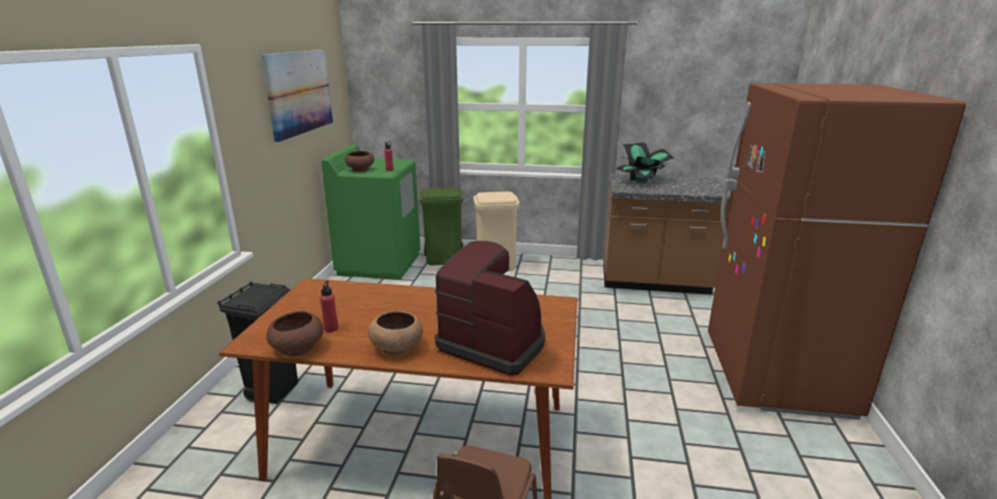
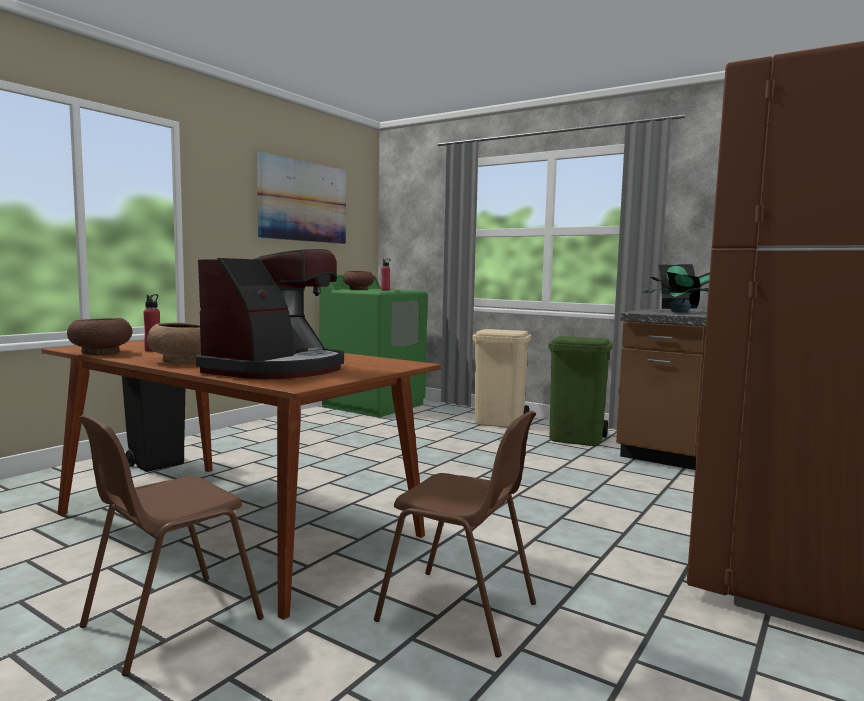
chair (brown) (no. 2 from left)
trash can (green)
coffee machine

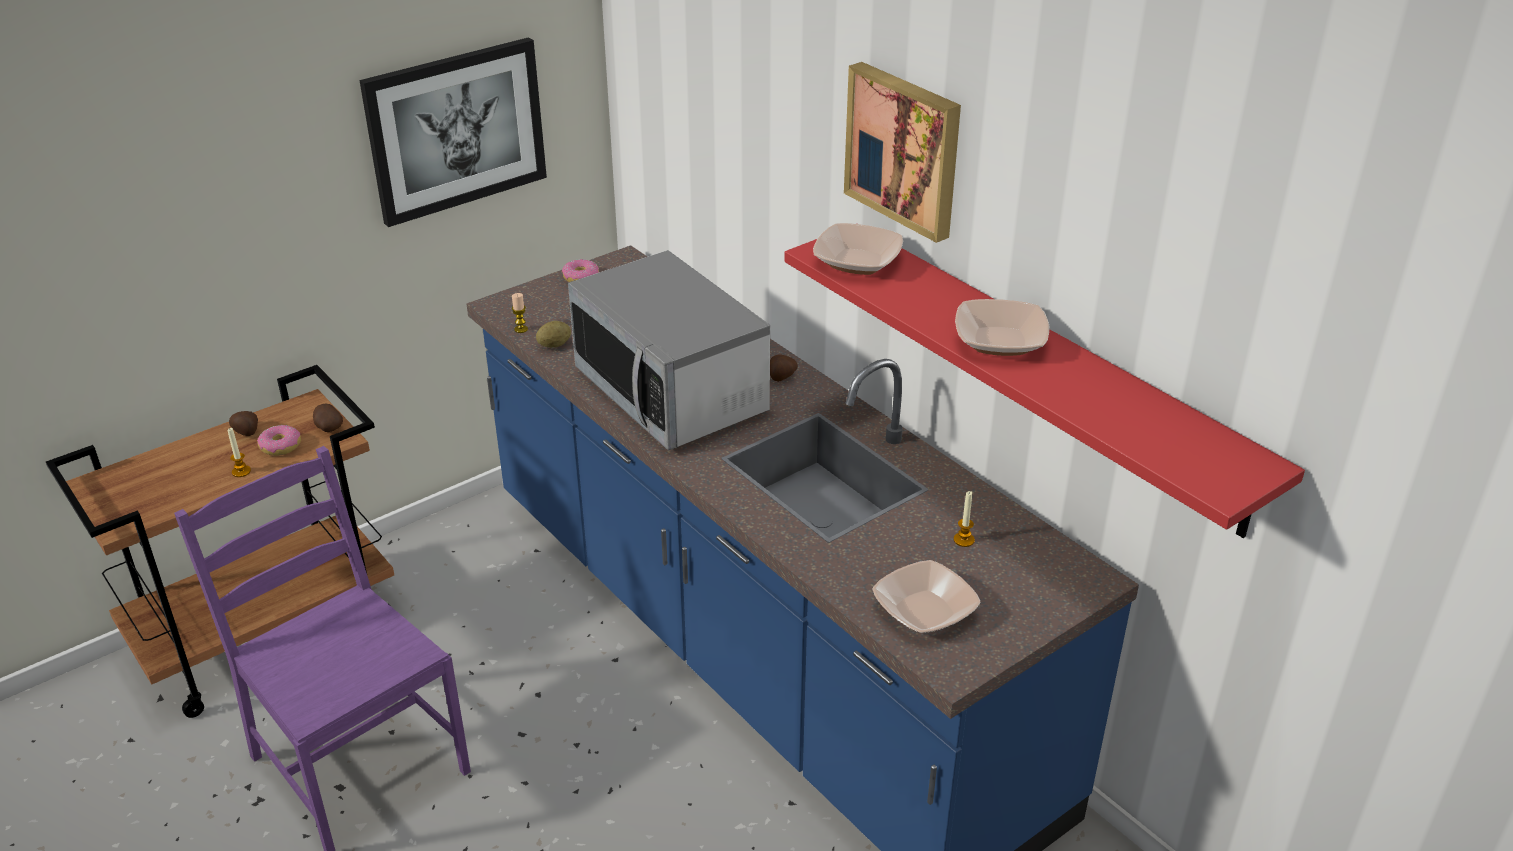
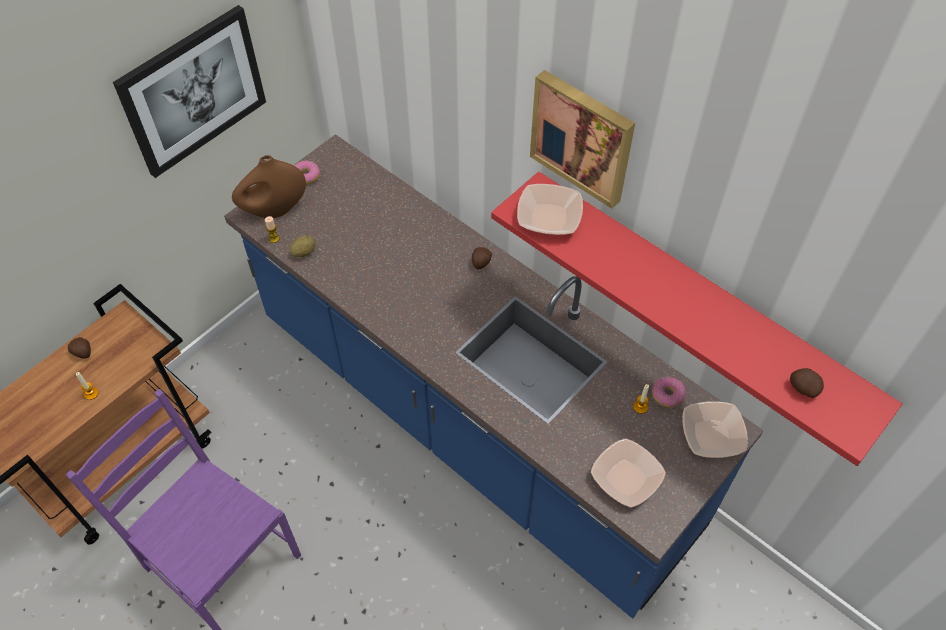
microwave
vase (brown)
donut (no. 2 from left)
potato (no. 4 from left)
bowl (no. 3 from left)

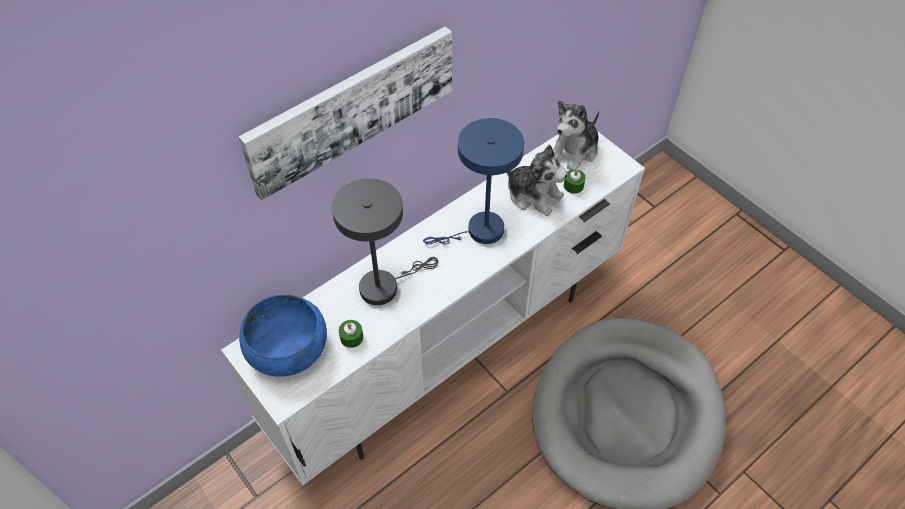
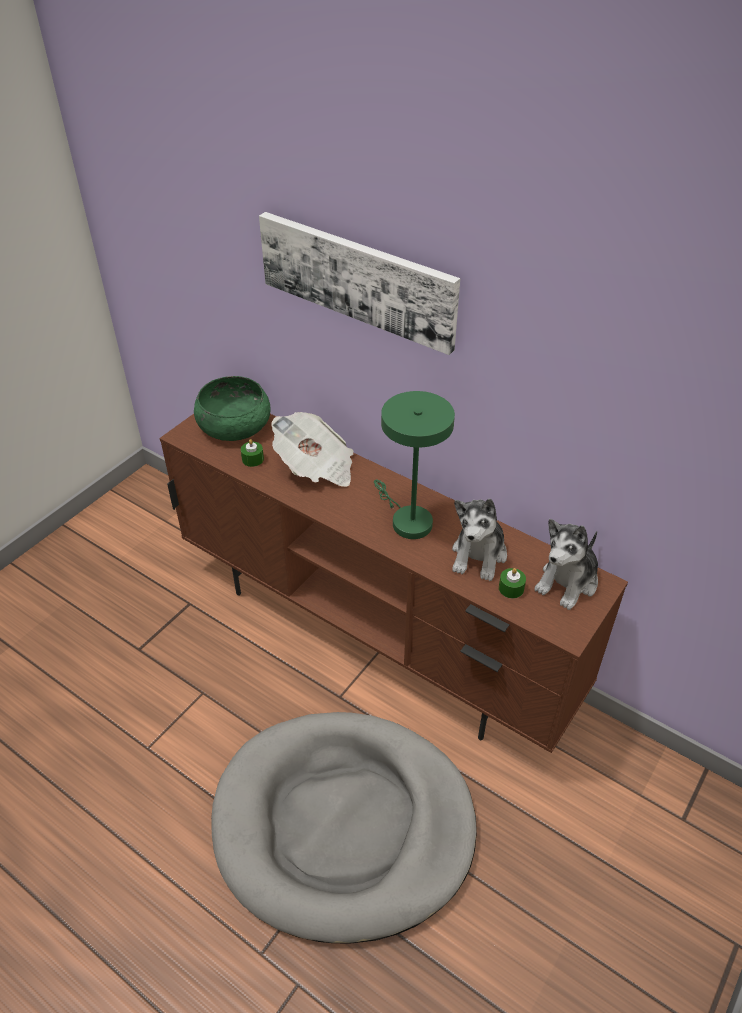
newspaper
tv stand (brown)
bowl (green)
table lamp (green)
plush toy (no. 2 from left)

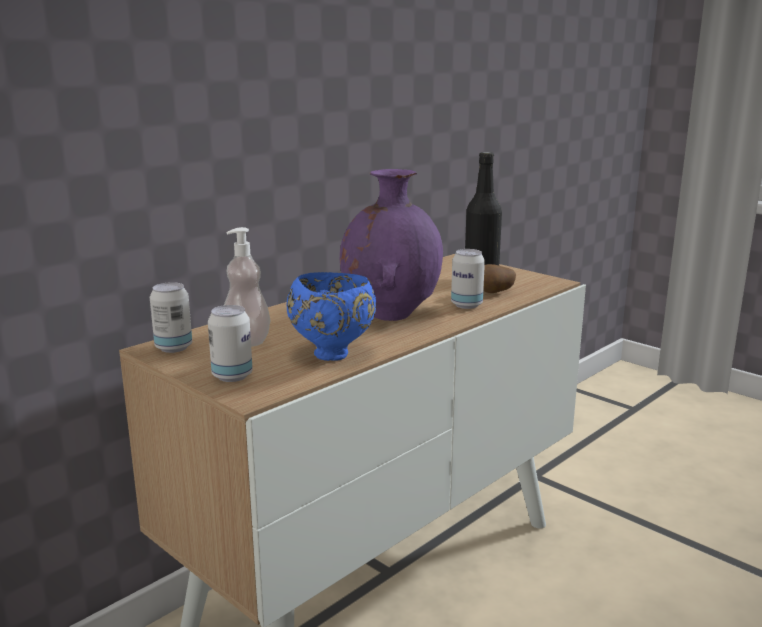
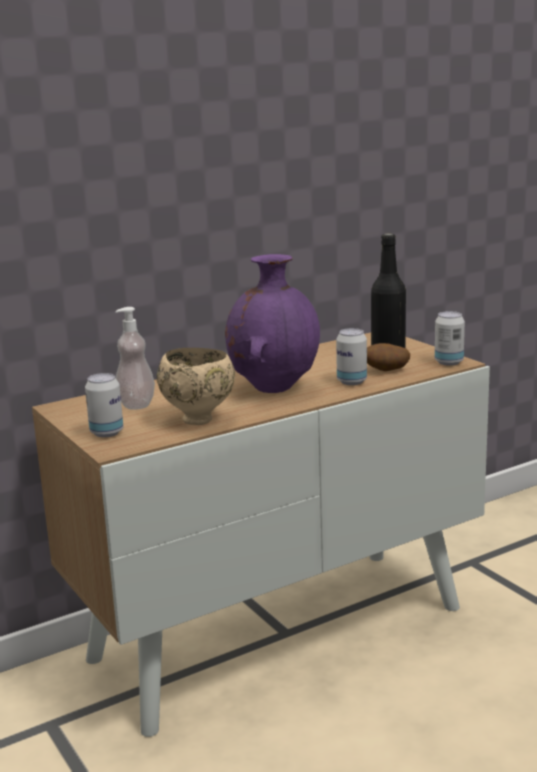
can (no. 3 from left)
bowl (beige)

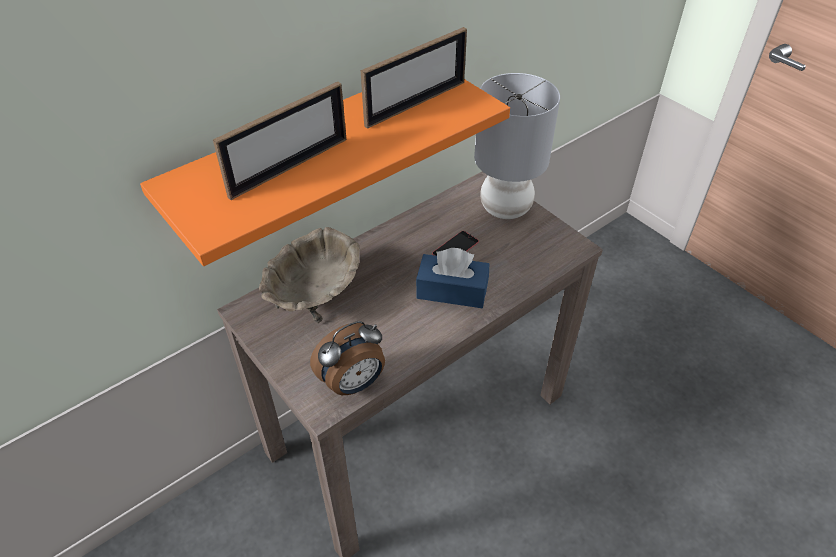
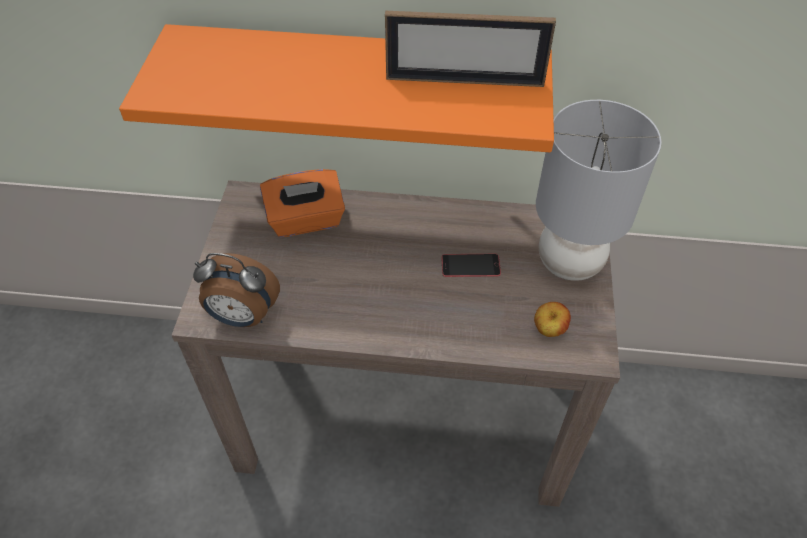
picture frame (no. 1 from left in the first image)
tissue box (blue)
apple
tissue box (orange)

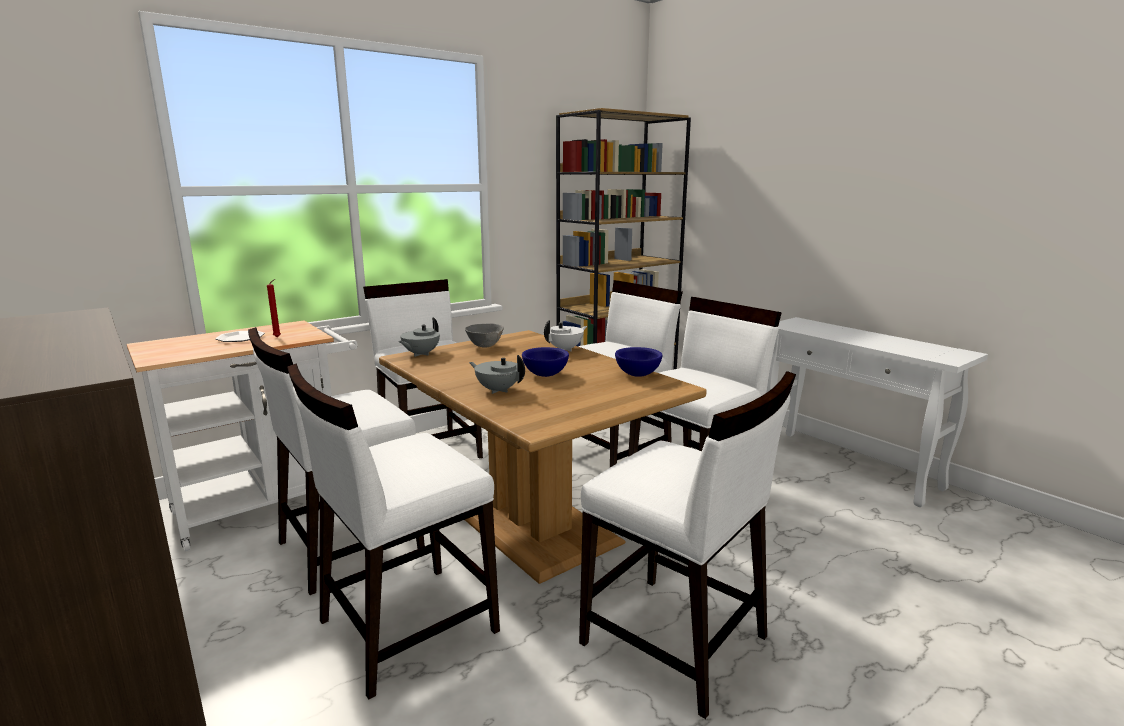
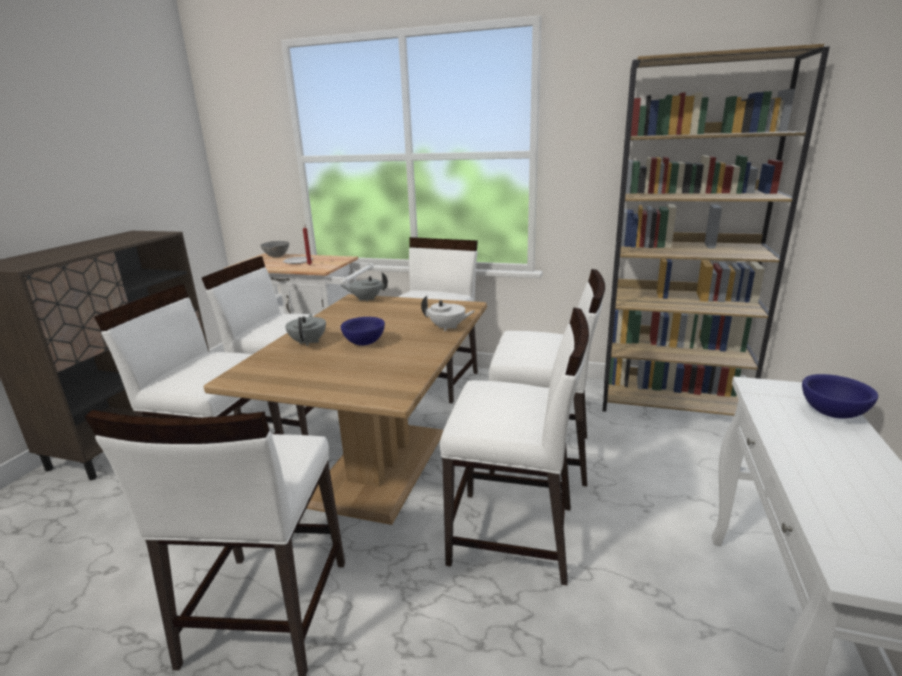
bowl (grey)
bowl (blue) (no. 2 from left)

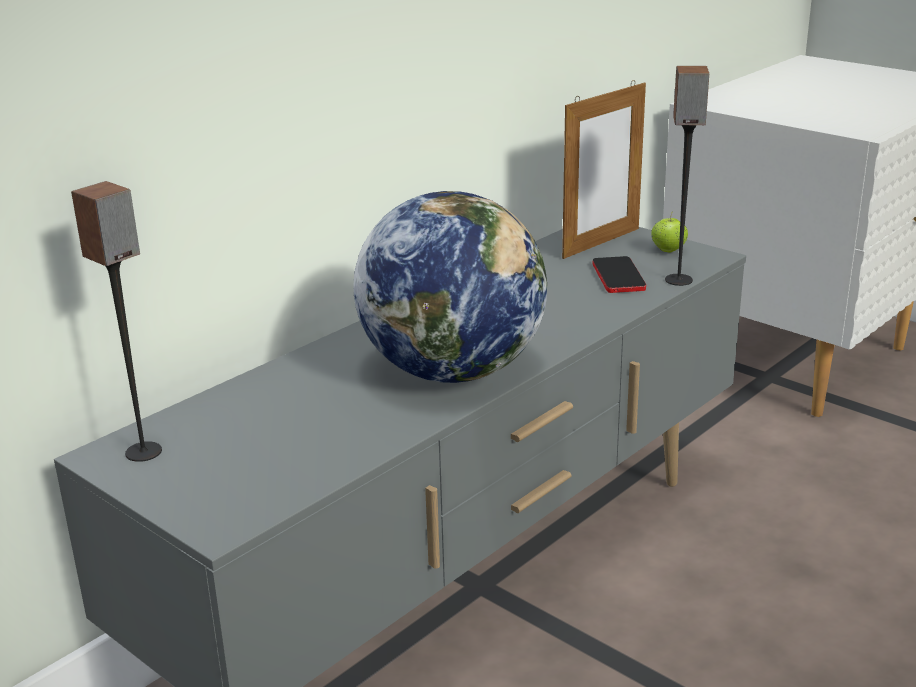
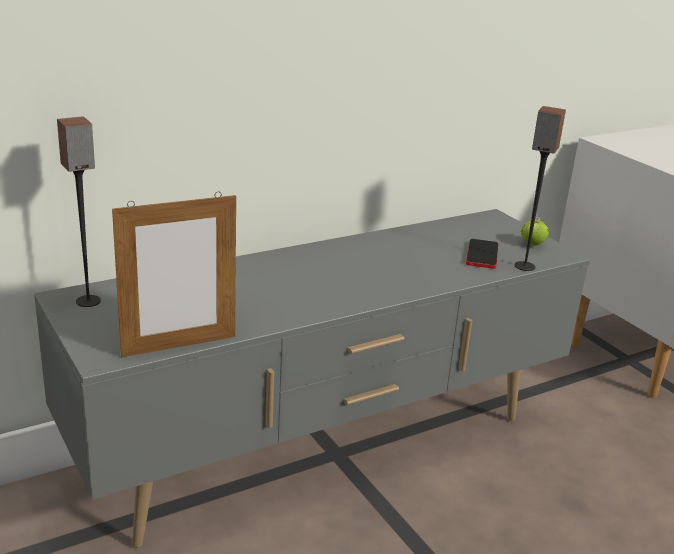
globe
picture frame

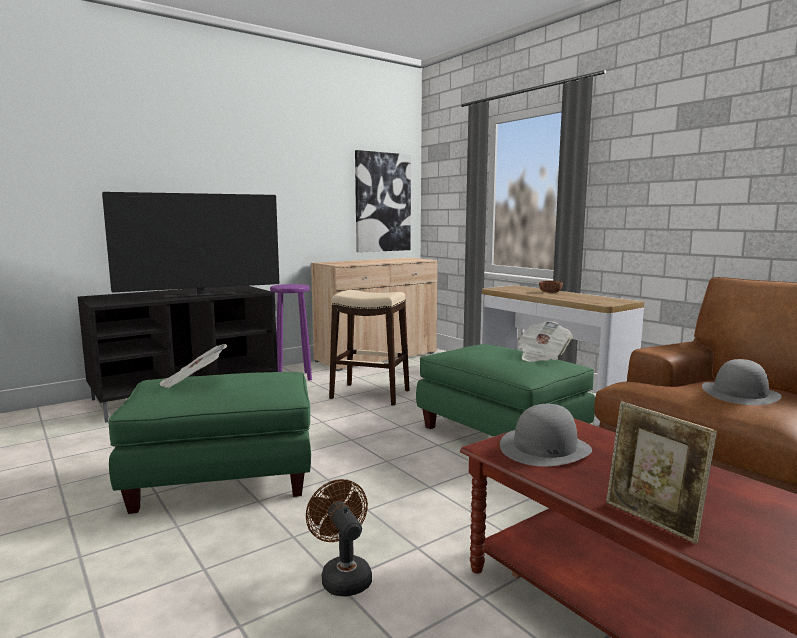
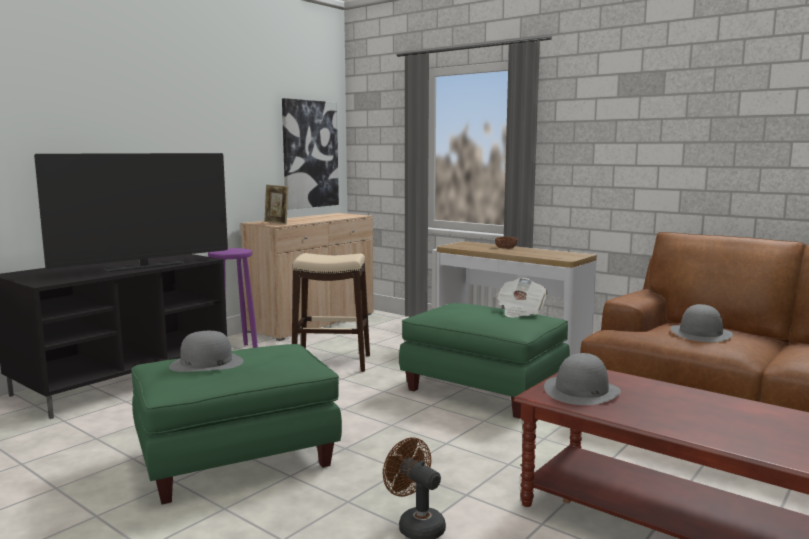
picture frame
hat (grey) (no. 1 from left)

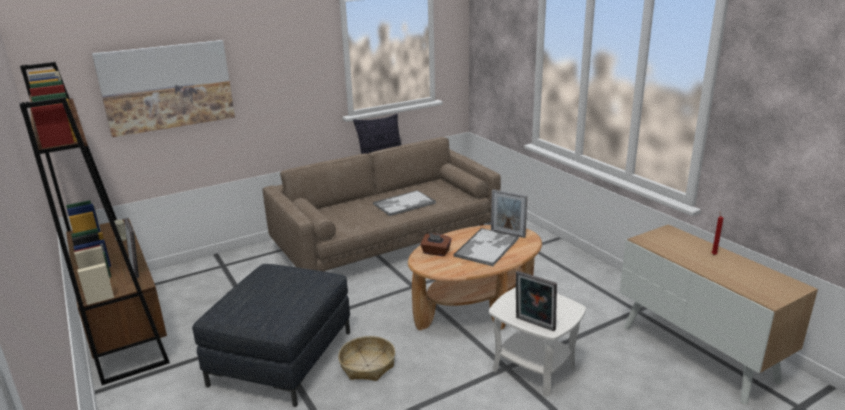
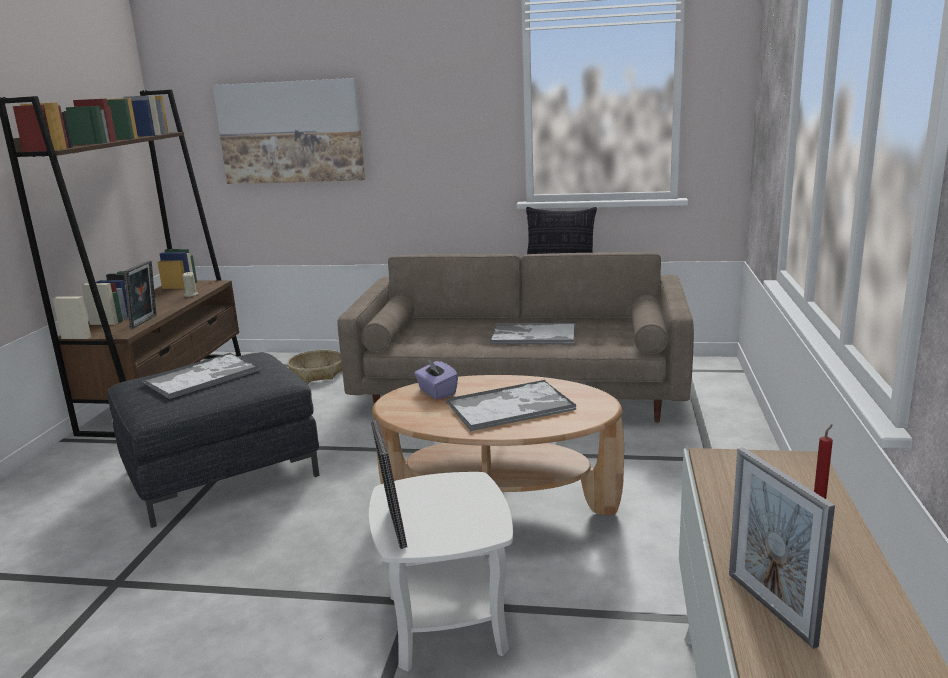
tray (no. 1 from left)
basket
picture frame (no. 3 from left)
tissue box (purple)

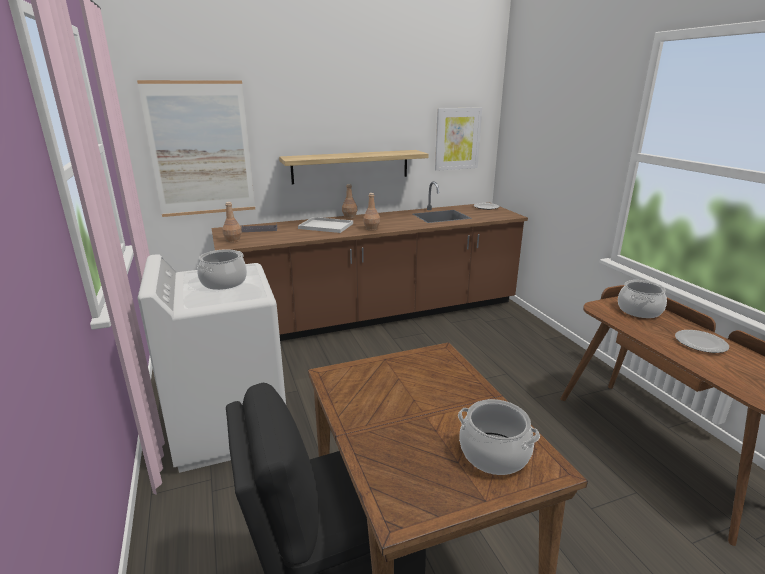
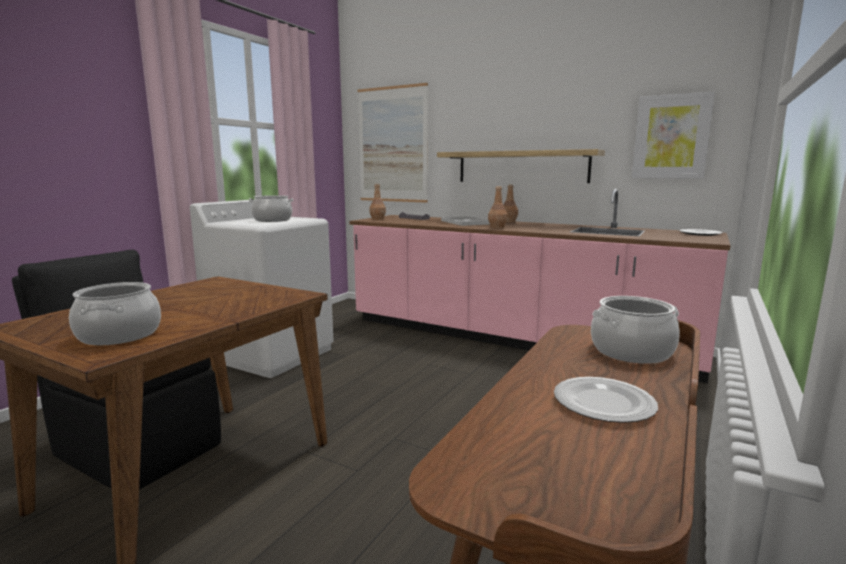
counter (pink)

